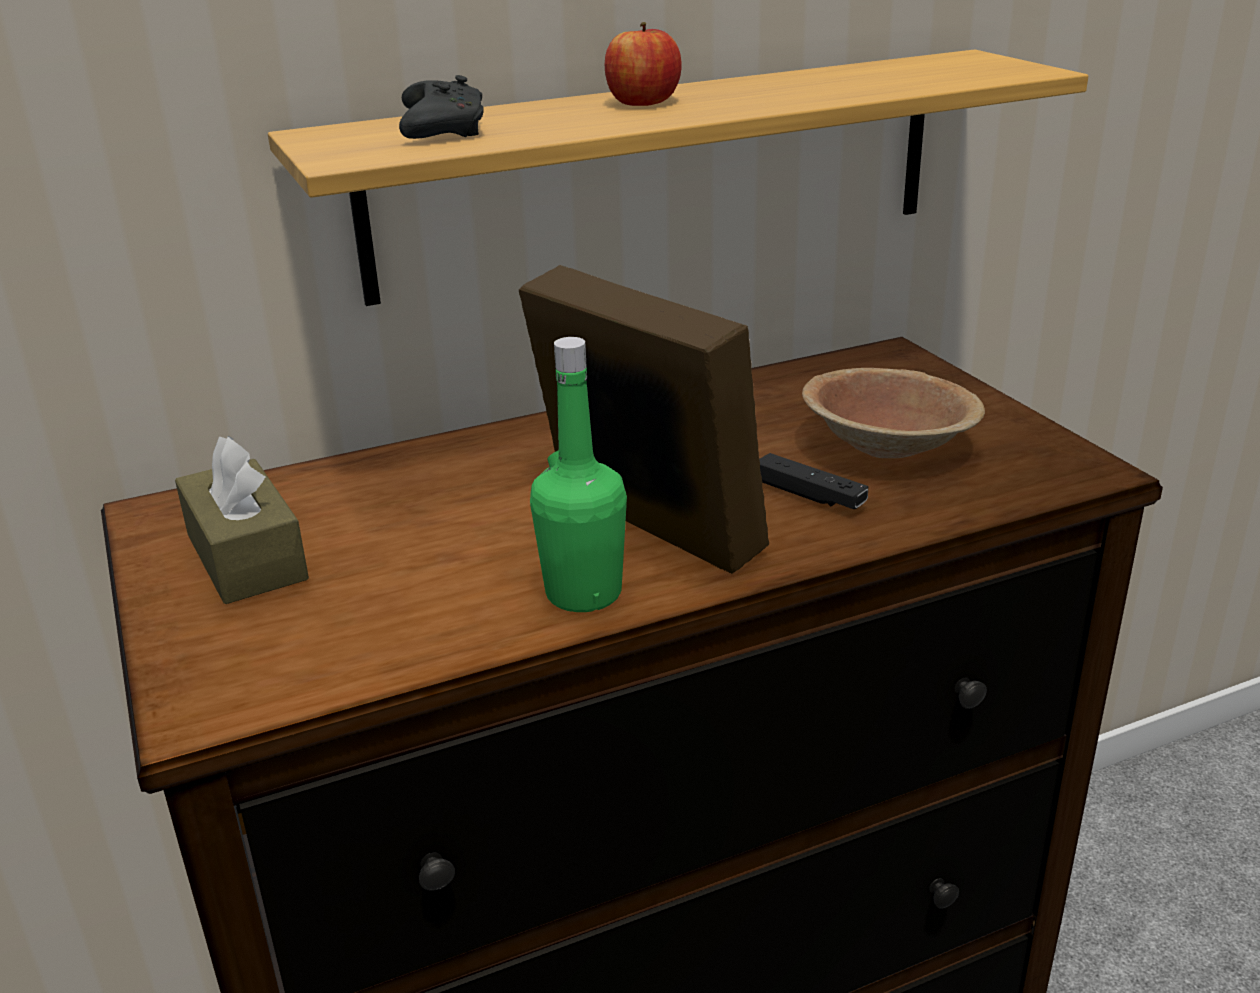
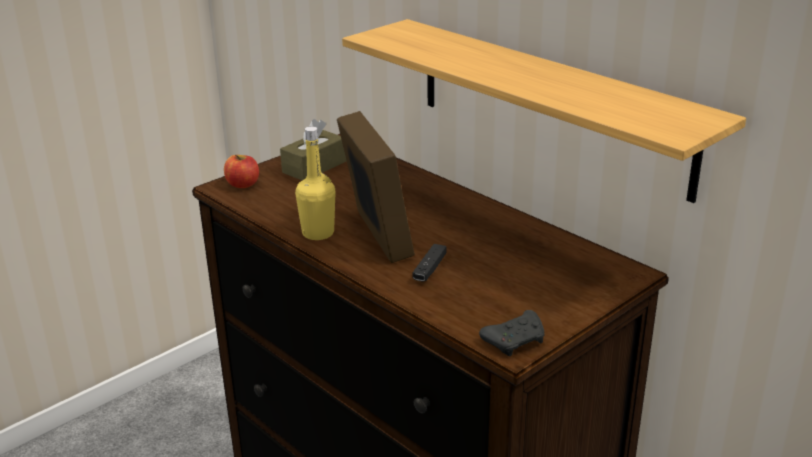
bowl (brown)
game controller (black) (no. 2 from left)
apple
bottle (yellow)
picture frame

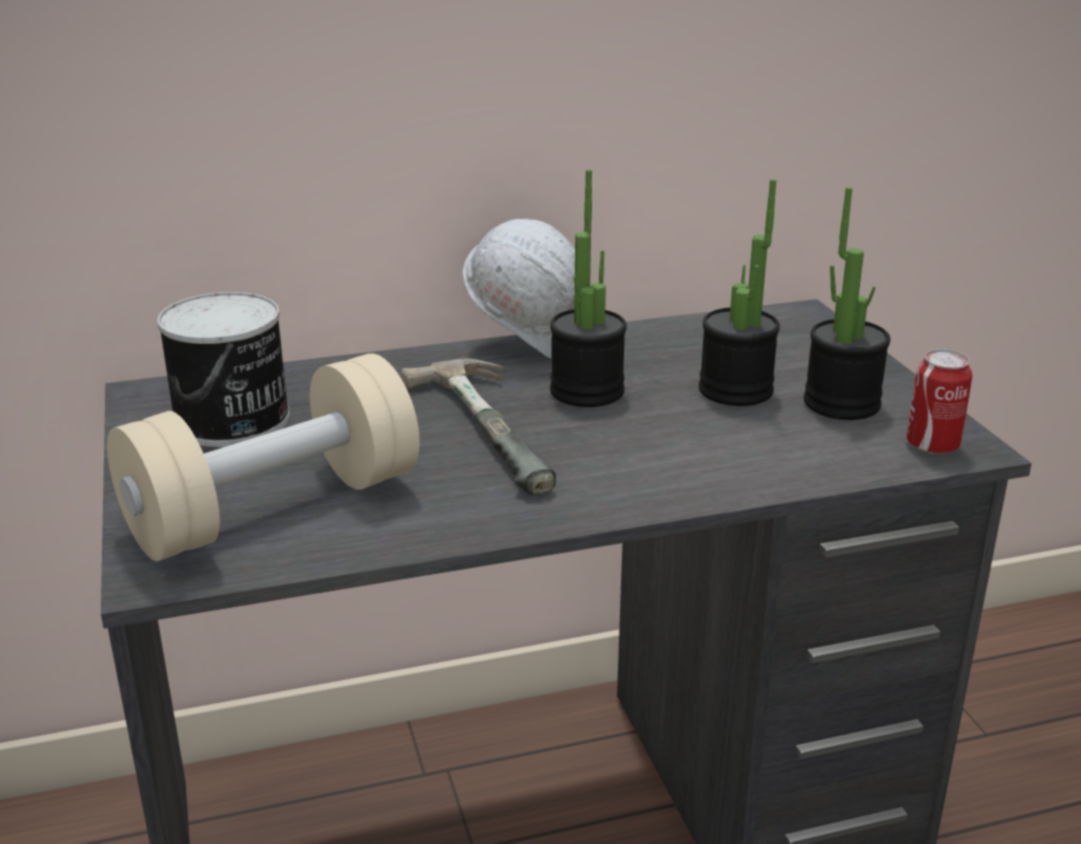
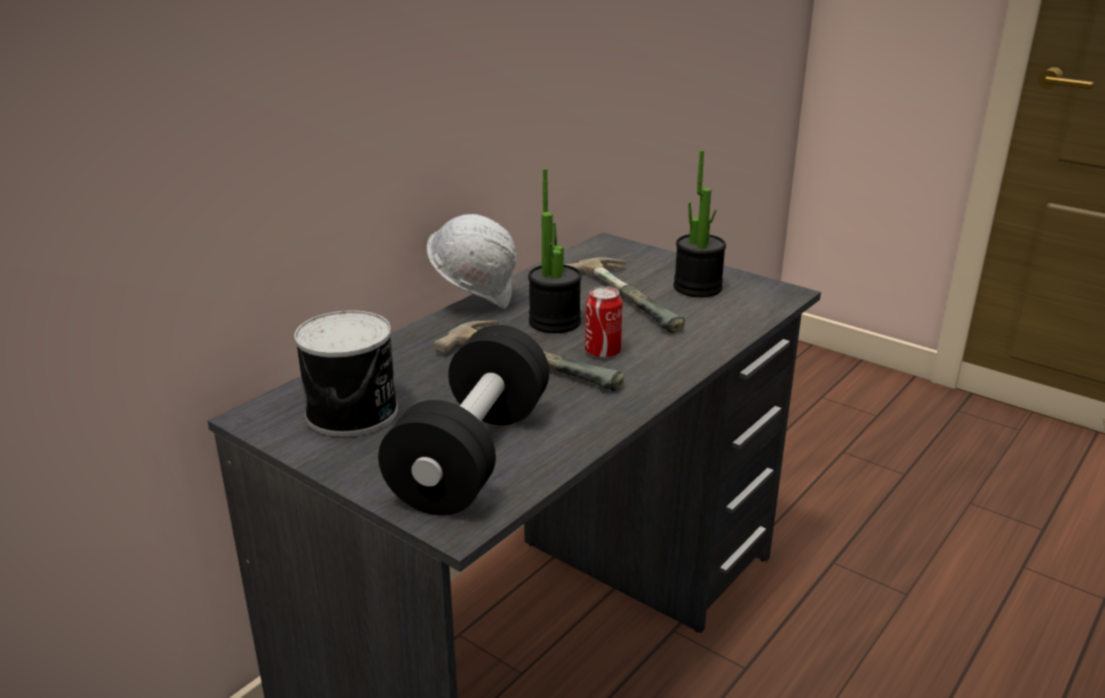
can (no. 2 from left)
hammer (no. 2 from left)
dumbbell (black)

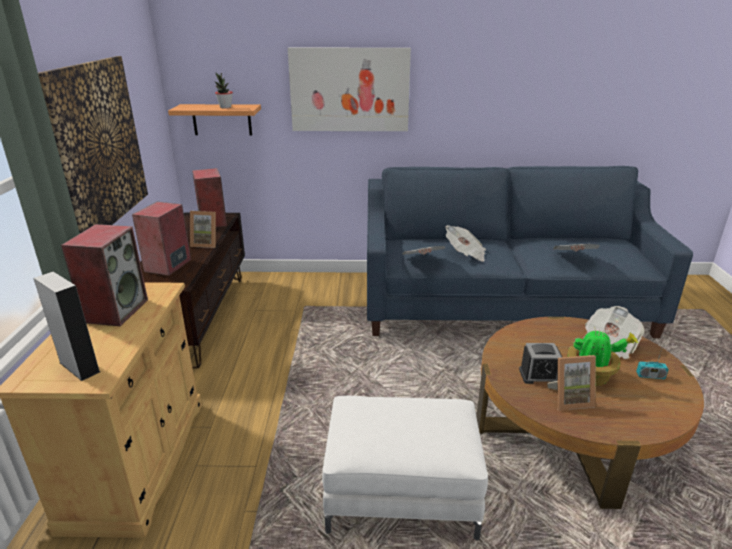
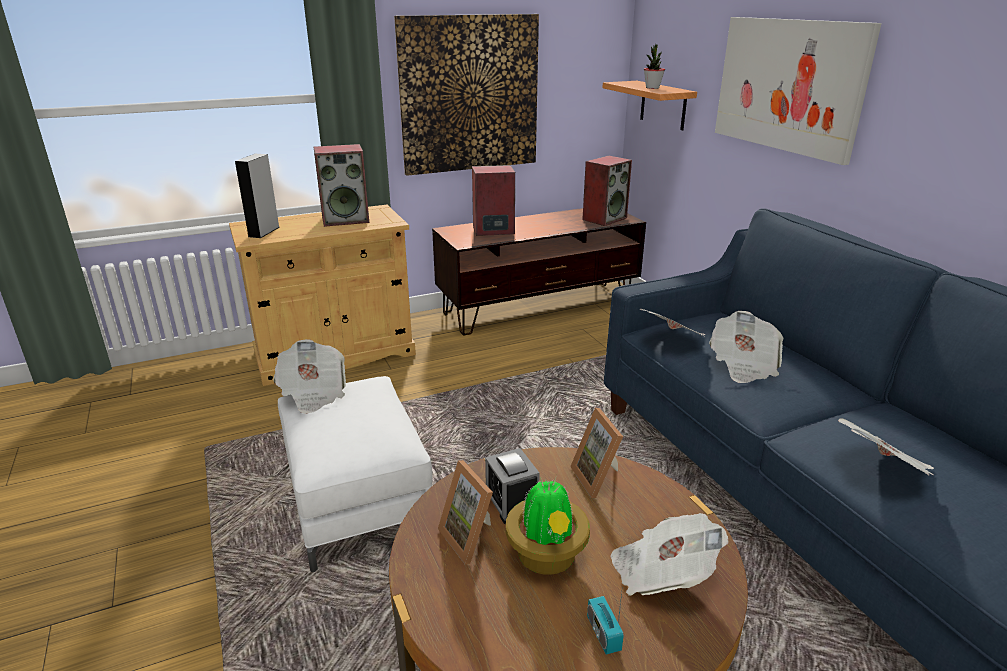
newspaper (no. 1 from left)
picture frame (no. 2 from left)

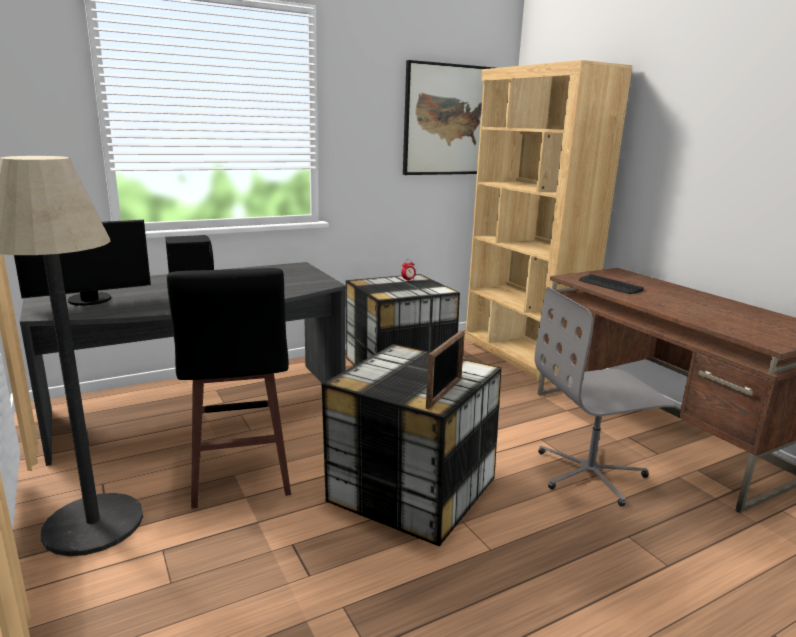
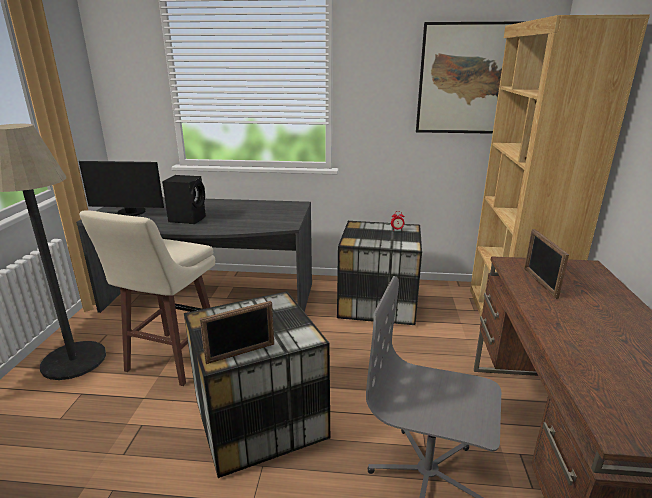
picture frame (no. 2 from left)
stool (beige)

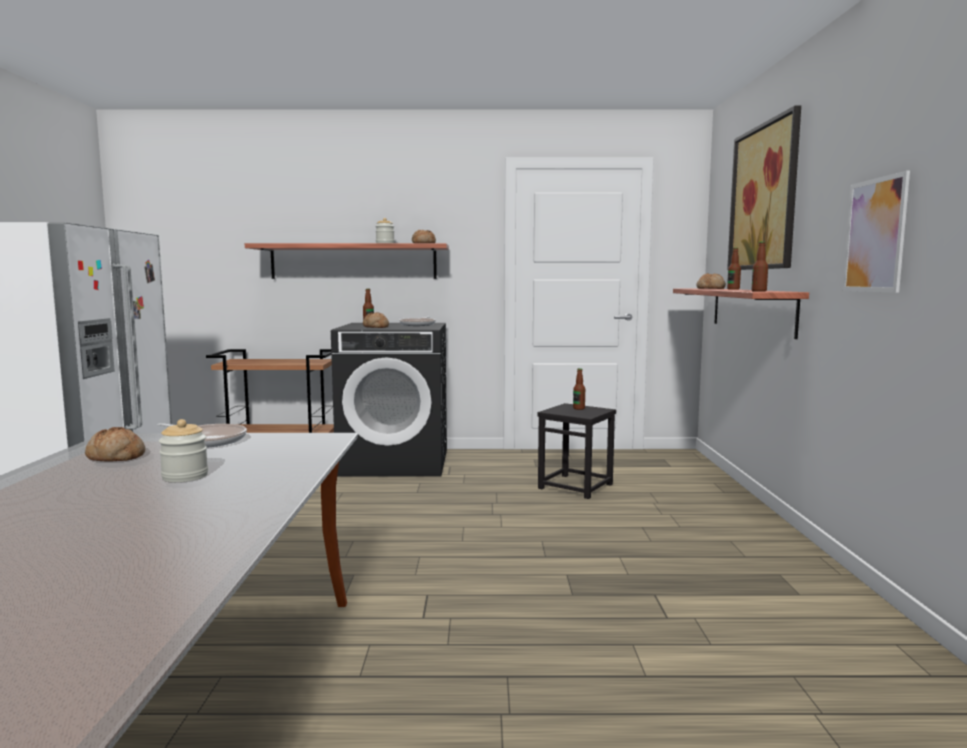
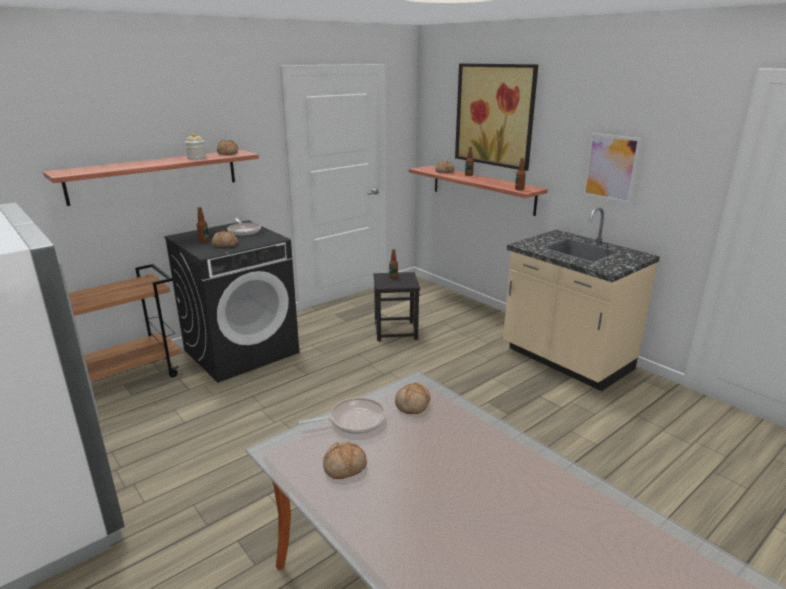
jar (no. 1 from left in the first image)
bread (no. 4 from left)
counter (beige)

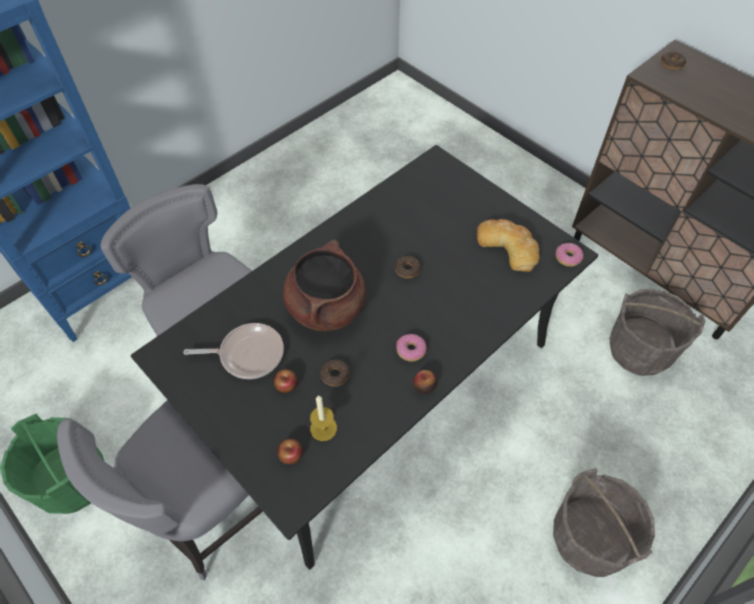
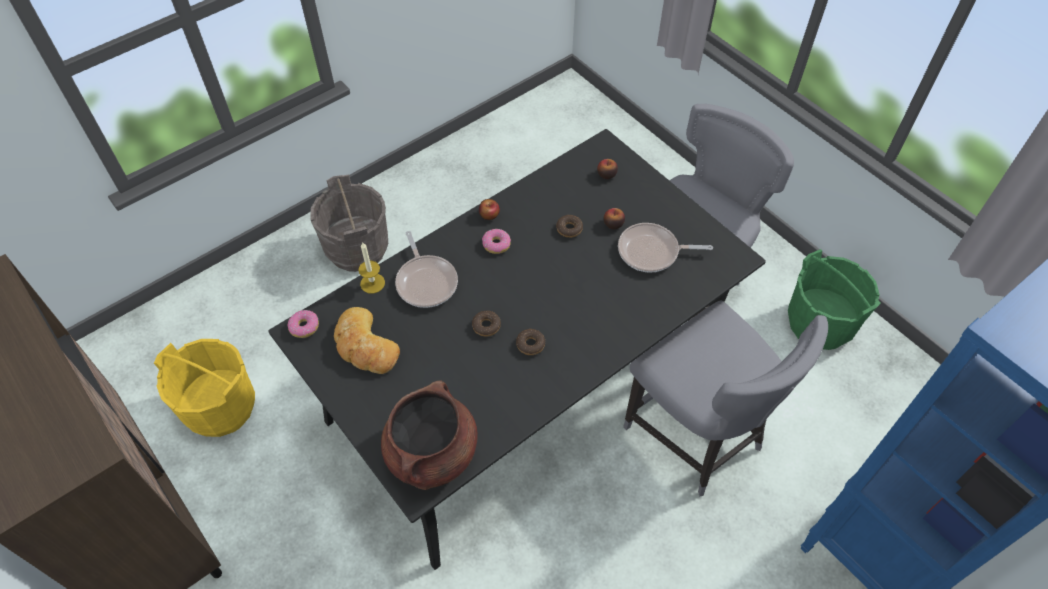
frying pan (no. 1 from left)
cooking pot (brown)
candle
donut (no. 4 from left)
bucket (yellow)

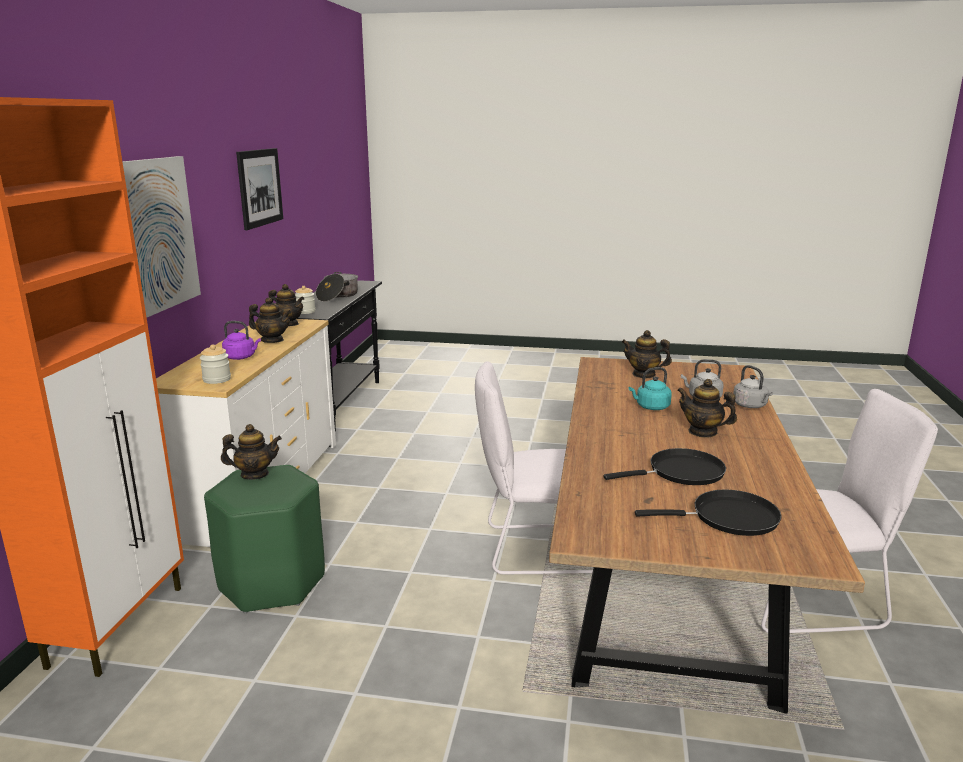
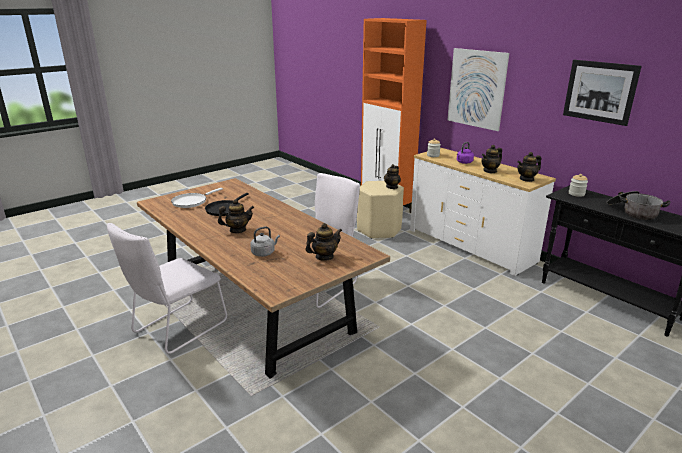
kettle (turquoise)
kettle (grey) (no. 2 from left in the first image)
stool (beige)
frying pan (white)

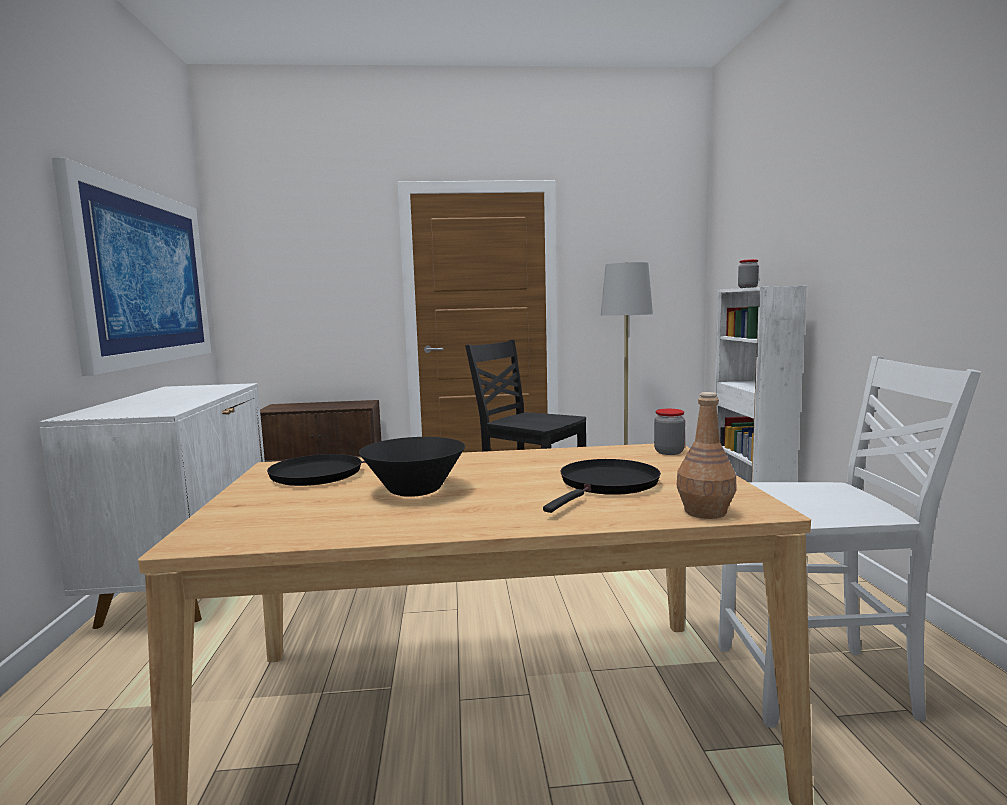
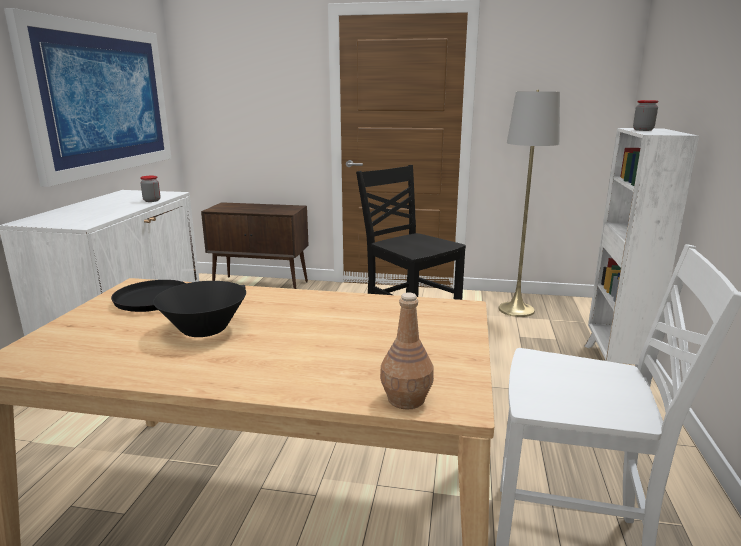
frying pan (black) (no. 2 from left in the first image)
jar (no. 1 from left)

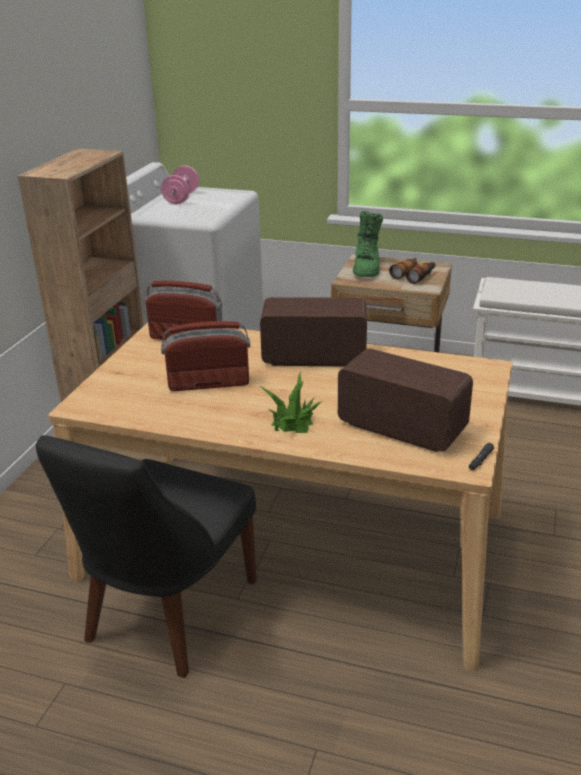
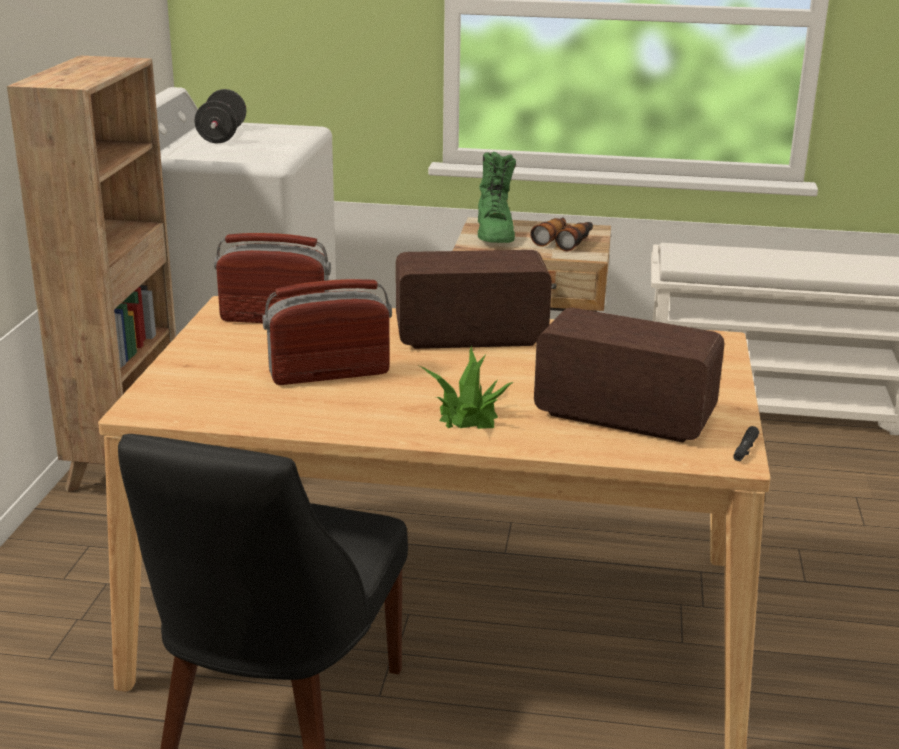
dumbbell (black)

